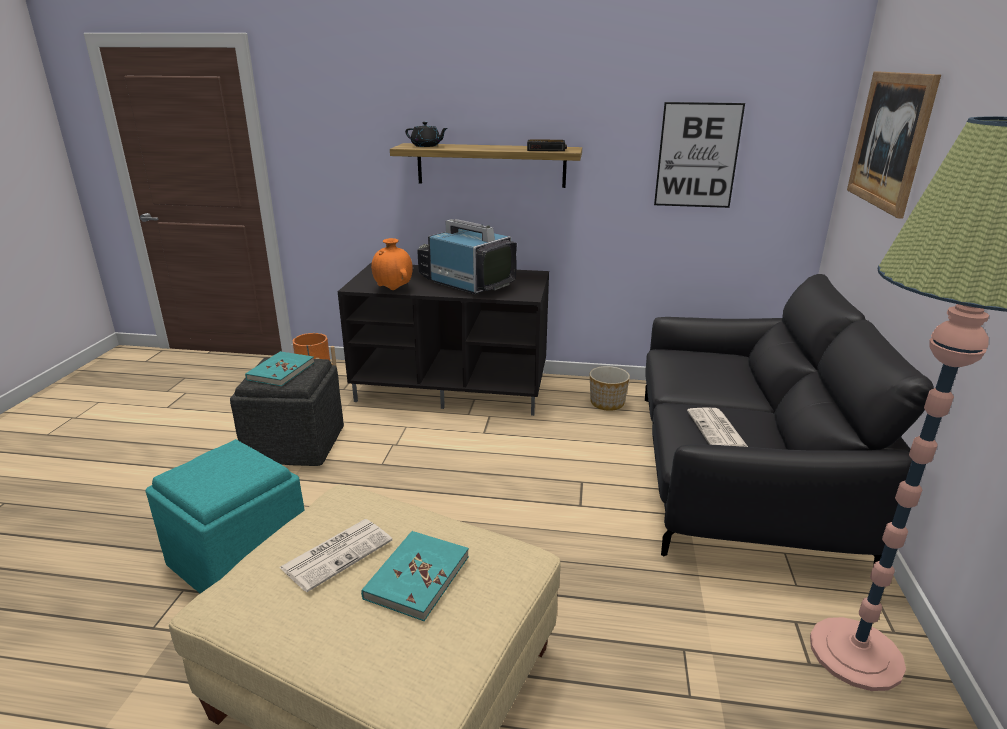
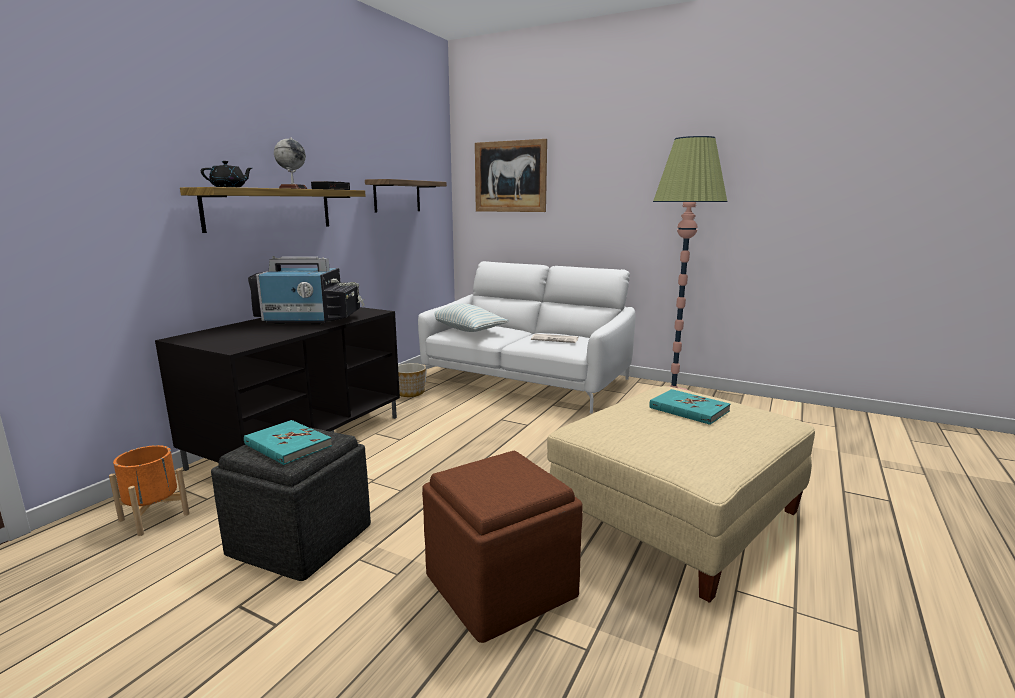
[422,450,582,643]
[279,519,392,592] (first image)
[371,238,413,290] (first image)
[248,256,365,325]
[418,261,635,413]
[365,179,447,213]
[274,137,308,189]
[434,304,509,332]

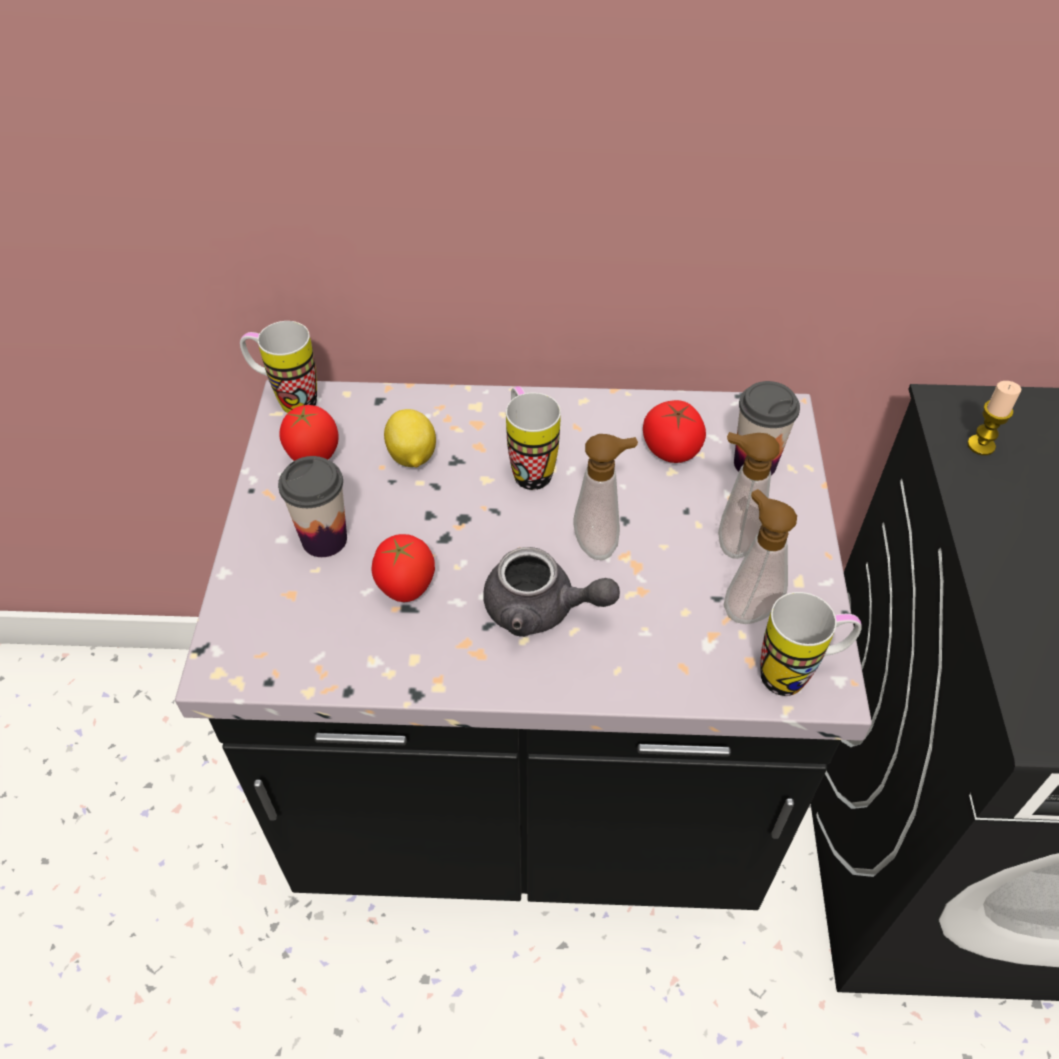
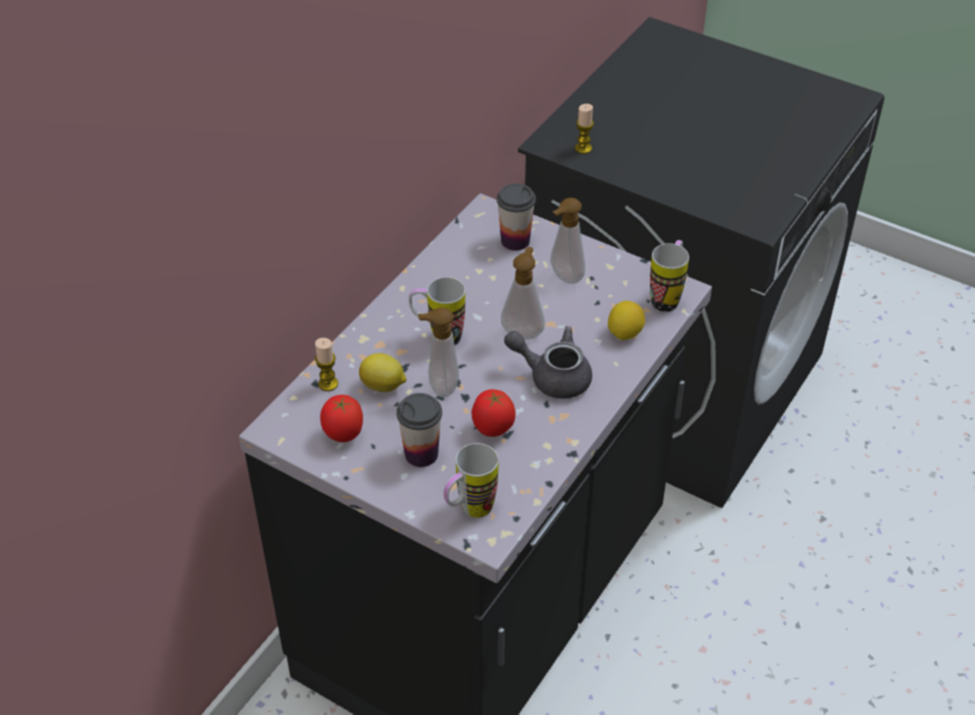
[444,443,498,518]
[504,326,592,399]
[643,400,706,463] (first image)
[418,307,459,398]
[315,338,338,391]
[608,301,645,340]

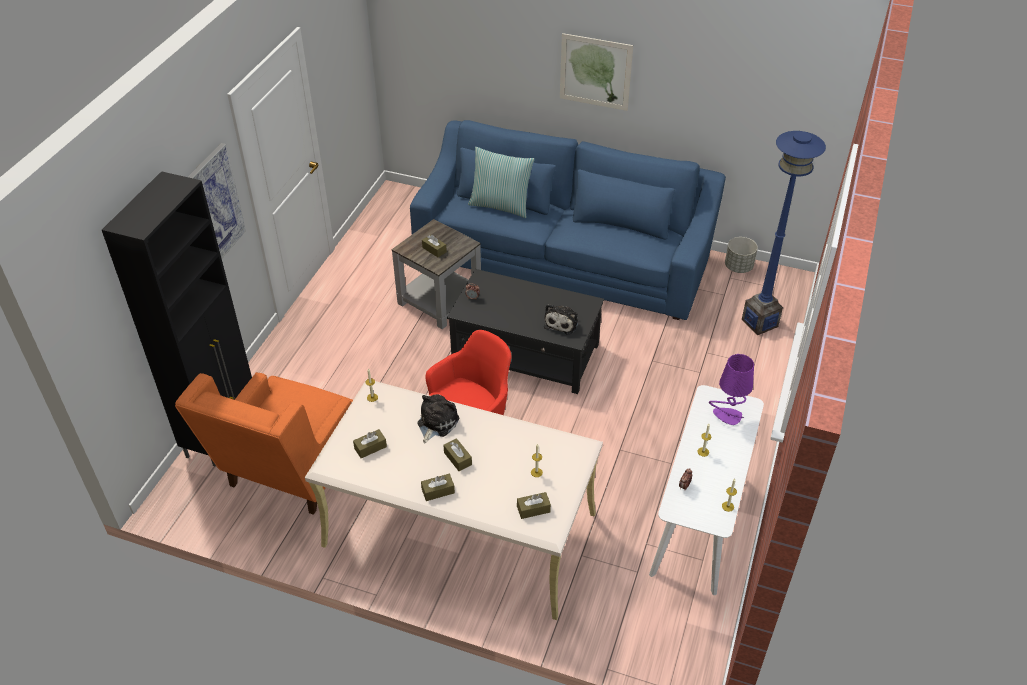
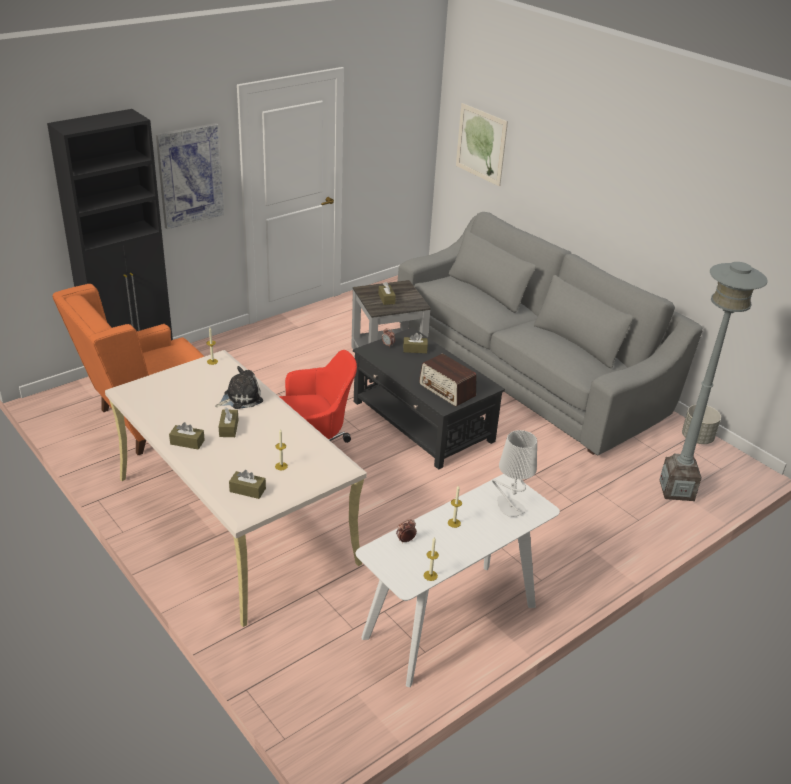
[403,333,428,353]
[398,212,703,455]
[468,147,535,218] (first image)
[419,354,477,406]
[456,103,508,186]
[492,430,537,517]
[660,262,768,501]

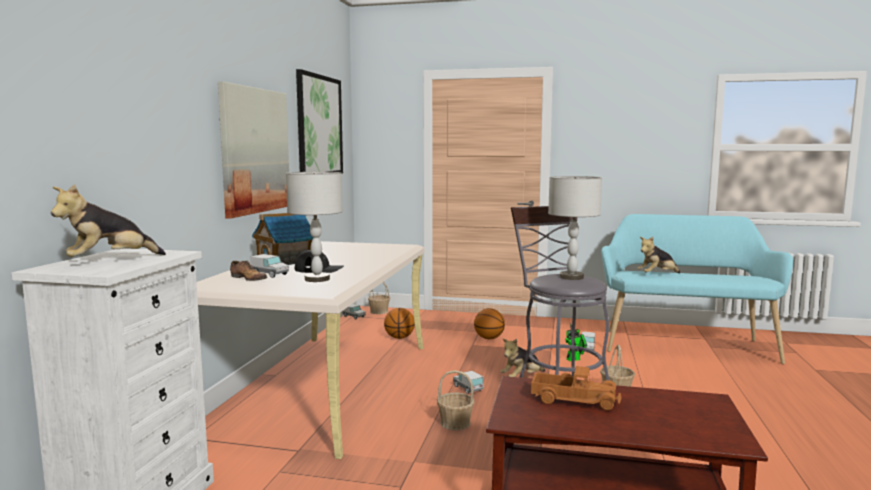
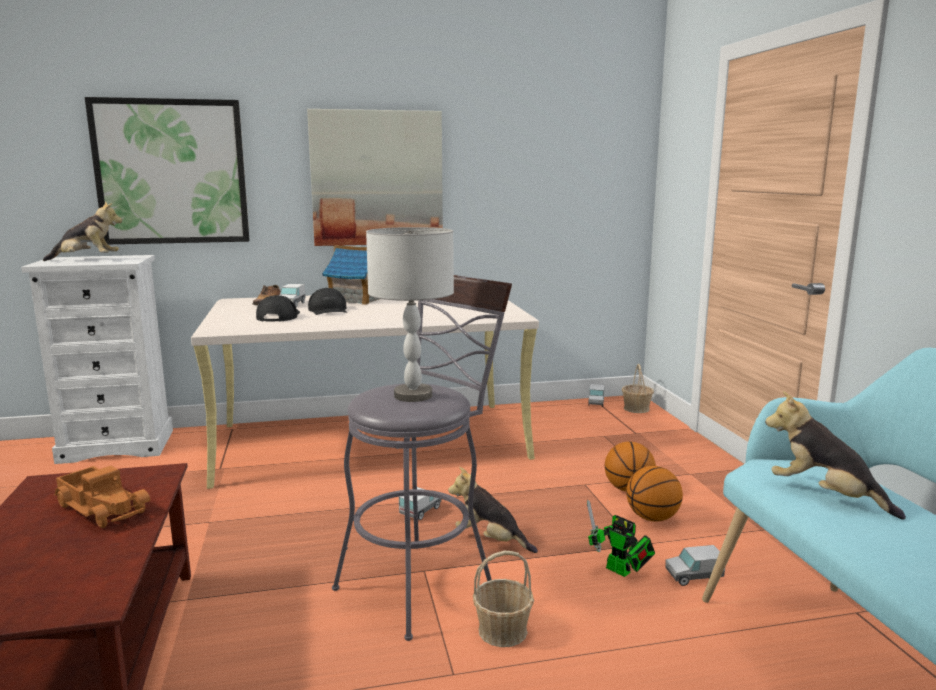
[43,201,122,261]
[256,295,300,322]
[85,97,249,244]
[626,466,683,522]
[437,370,474,430] (first image)
[54,466,150,528]

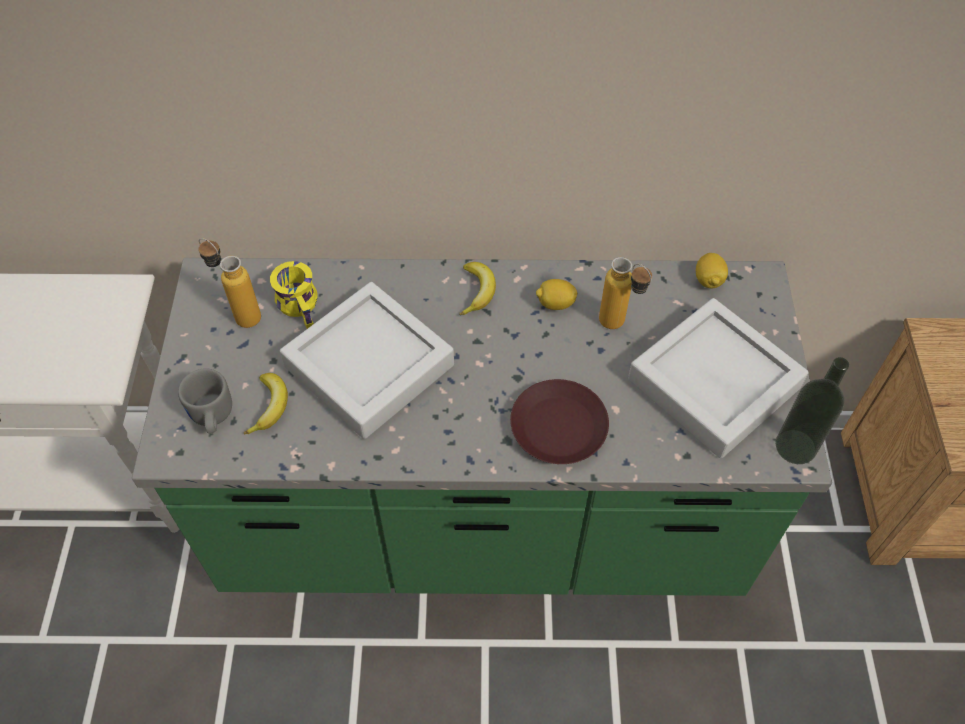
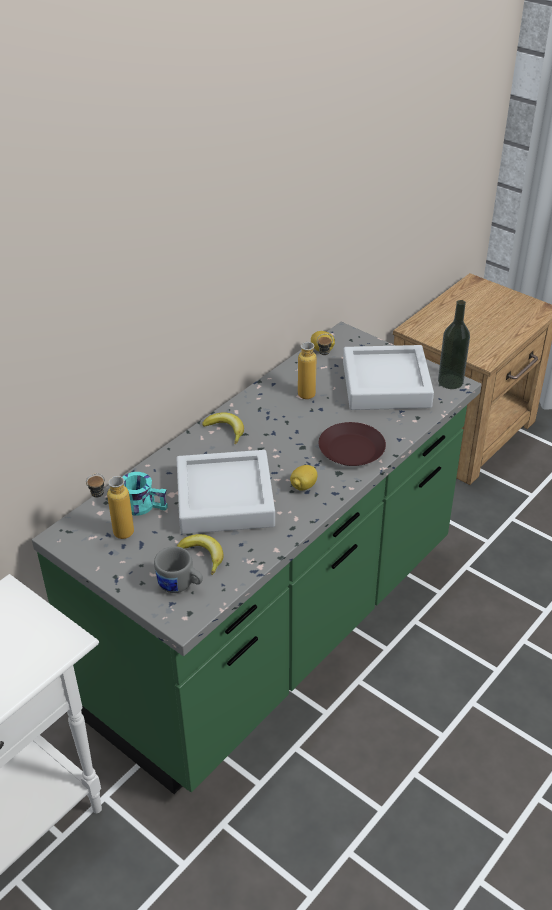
[123,472,168,516]
[290,465,317,490]

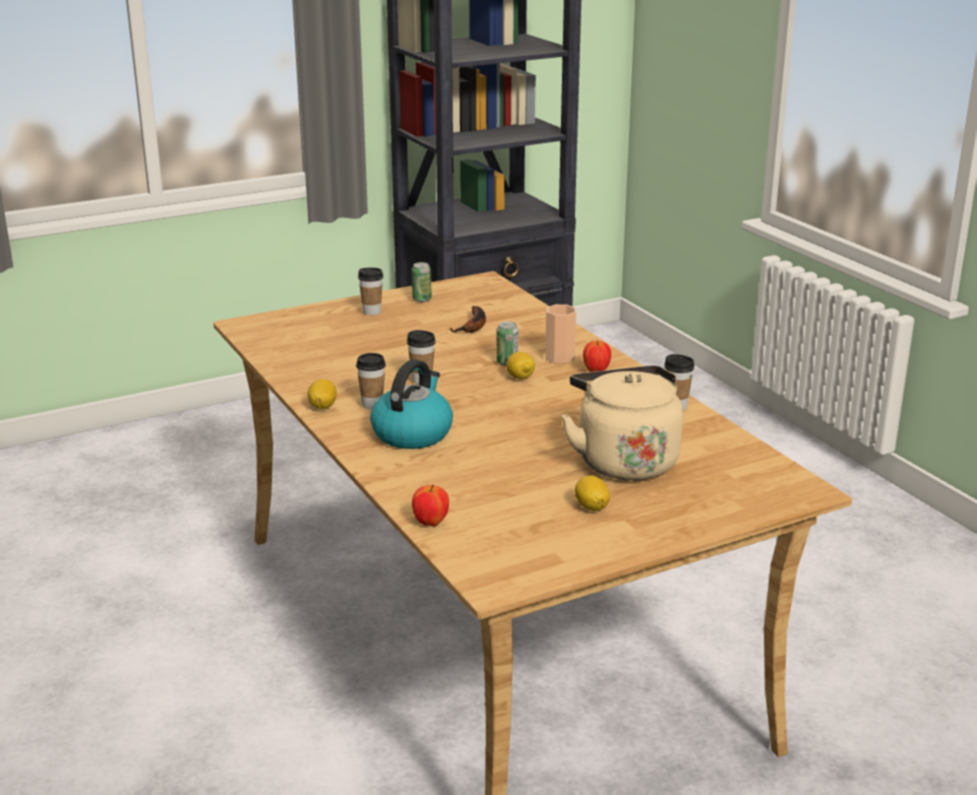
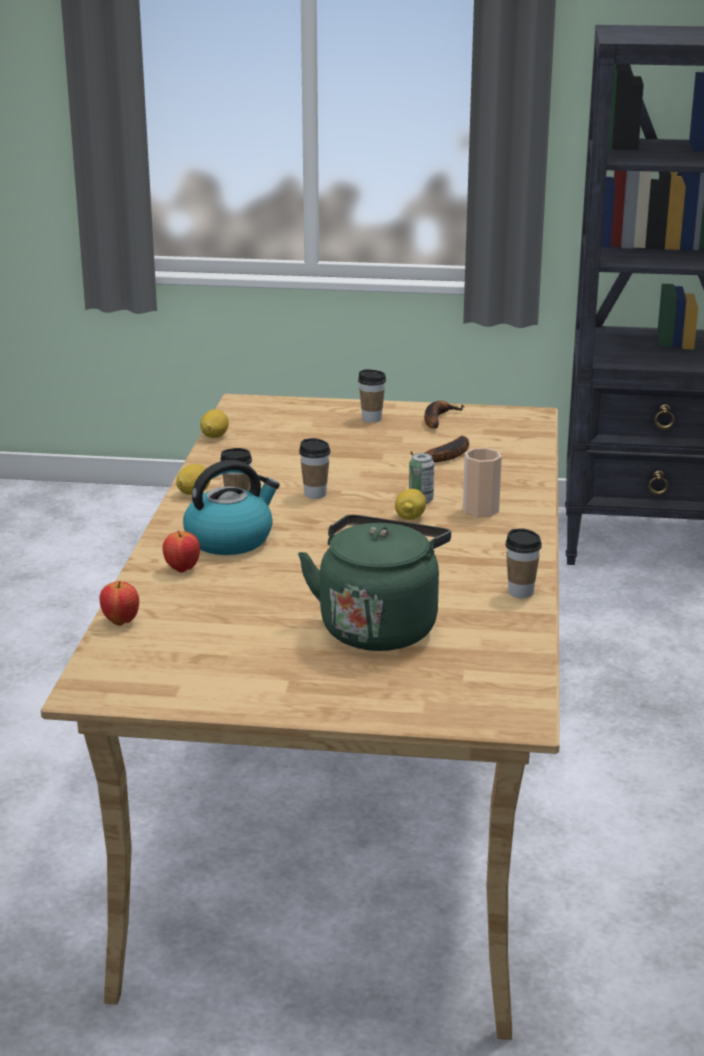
[424,401,464,428]
[298,515,451,651]
[200,409,229,438]
[162,530,200,572]

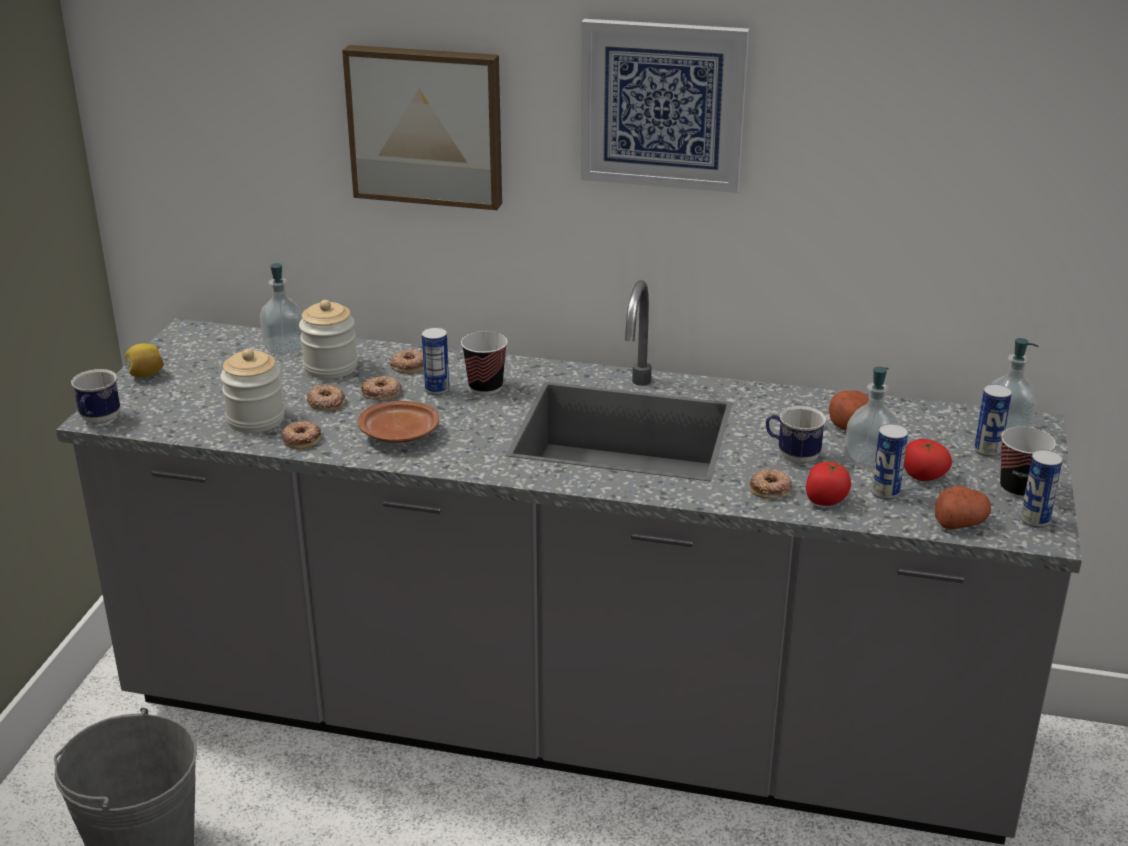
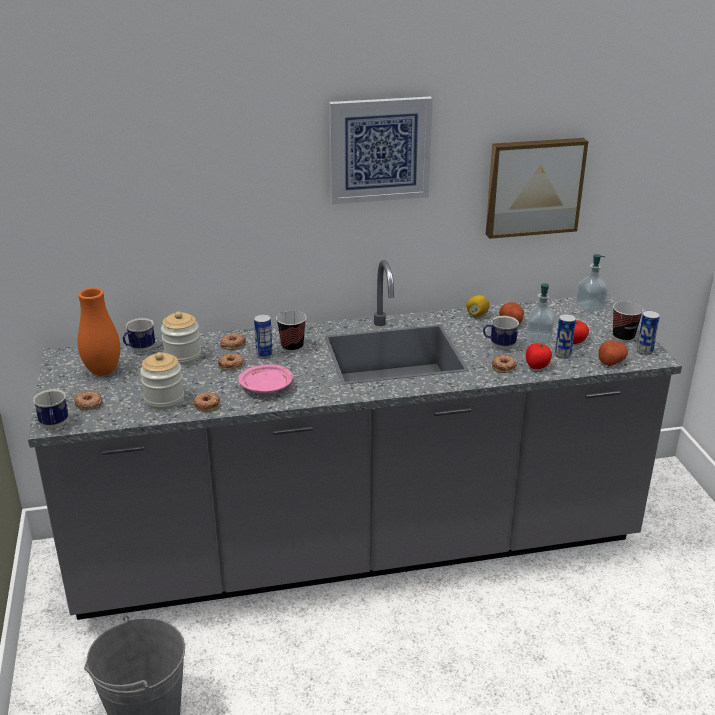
[467,295,489,317]
[123,318,155,353]
[74,391,102,410]
[486,138,588,239]
[238,364,293,393]
[974,384,1012,457] (first image)
[78,288,120,376]

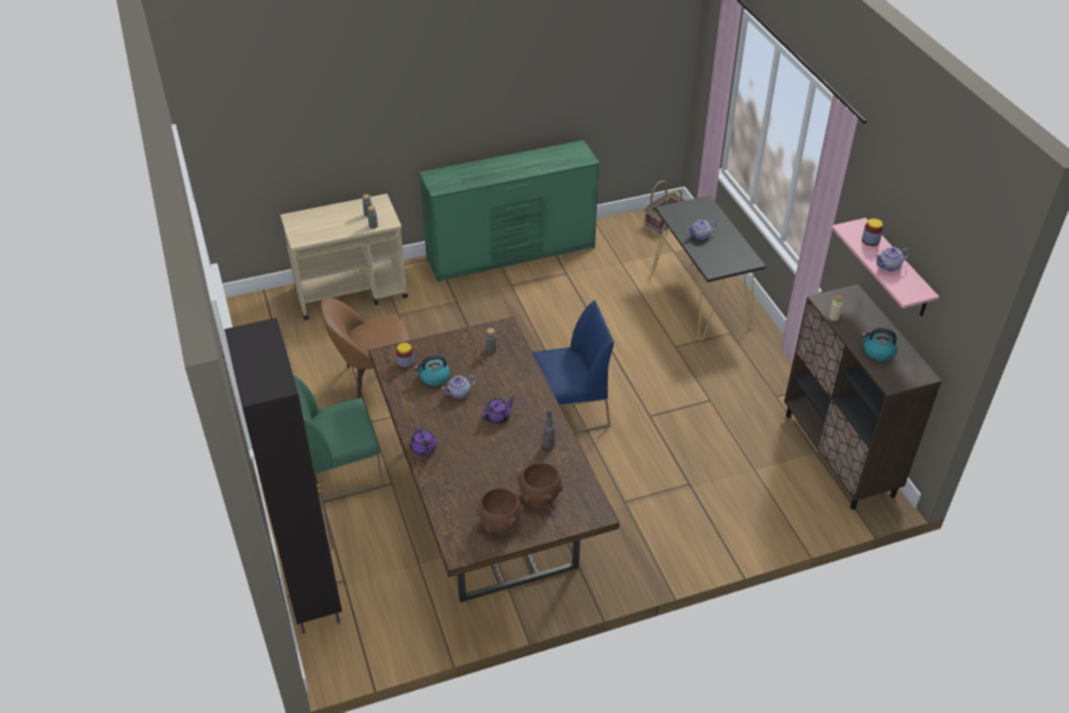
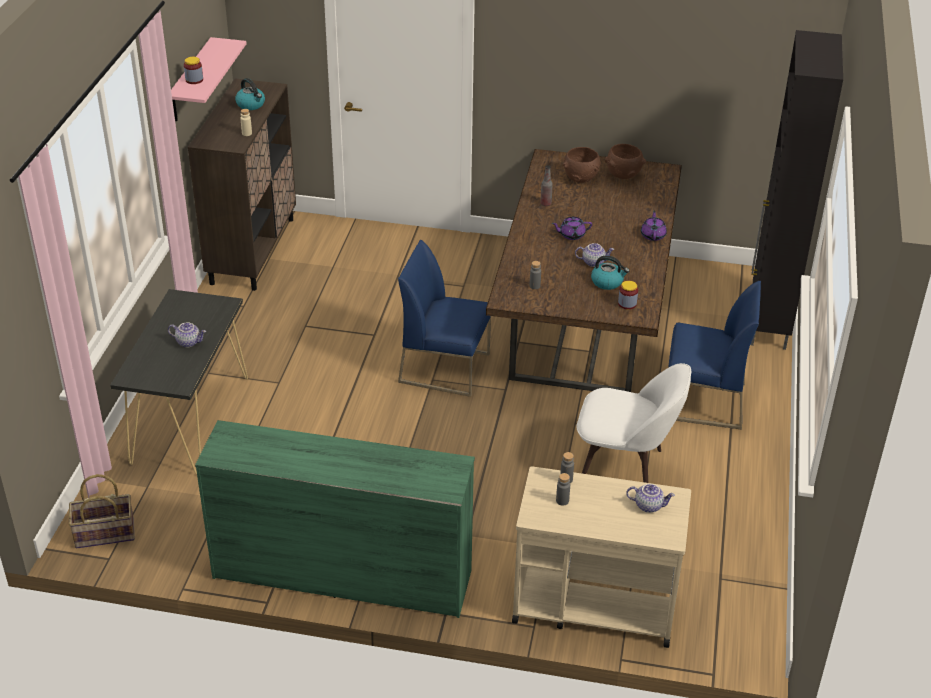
[668,281,761,430]
[576,363,691,483]
[626,484,675,513]

